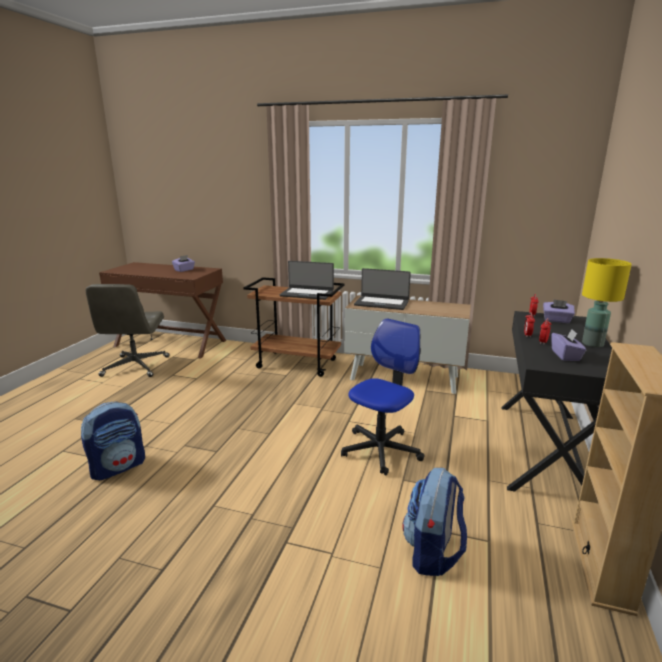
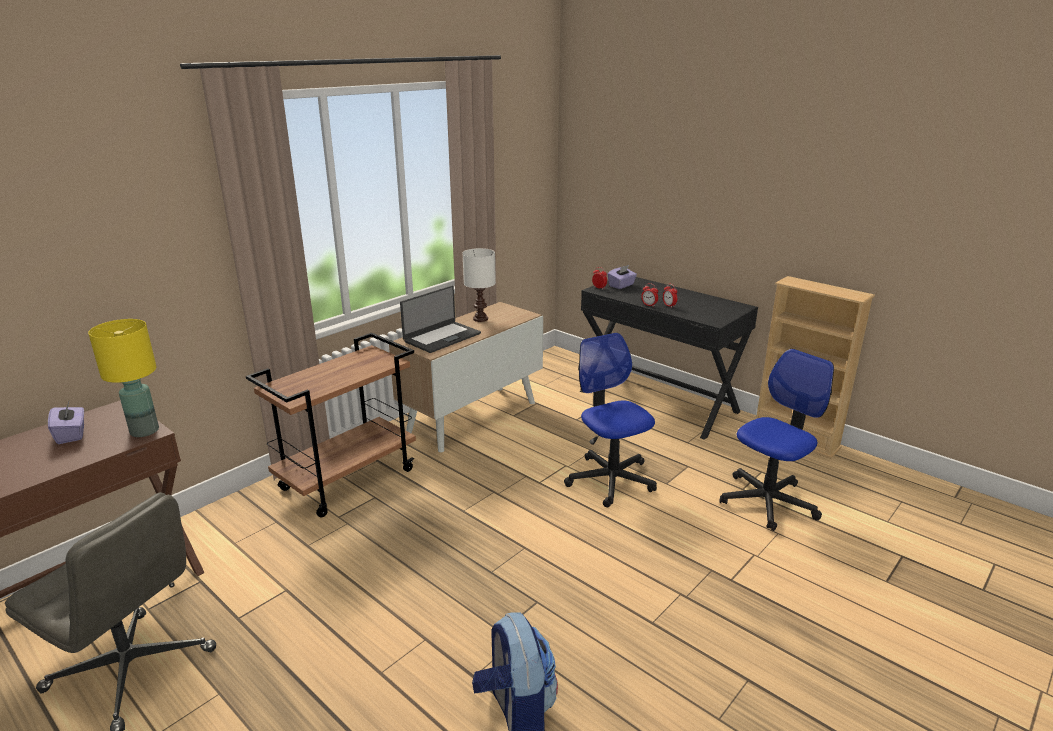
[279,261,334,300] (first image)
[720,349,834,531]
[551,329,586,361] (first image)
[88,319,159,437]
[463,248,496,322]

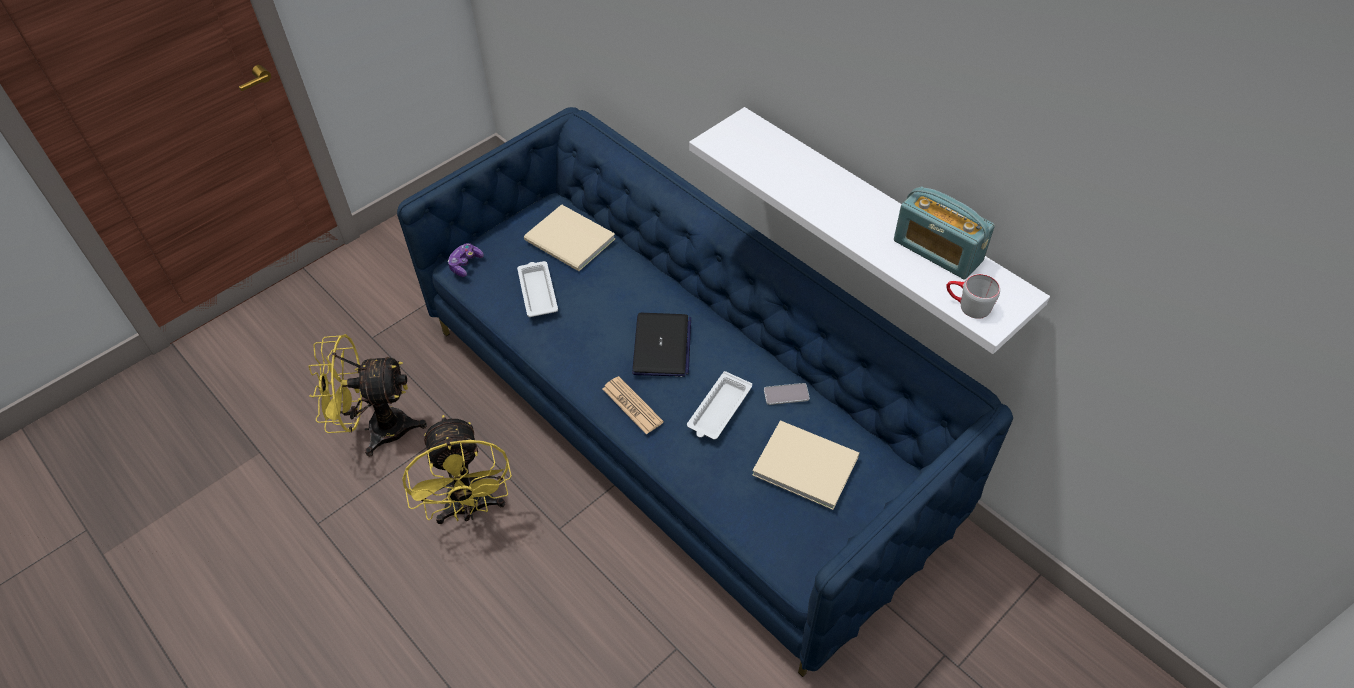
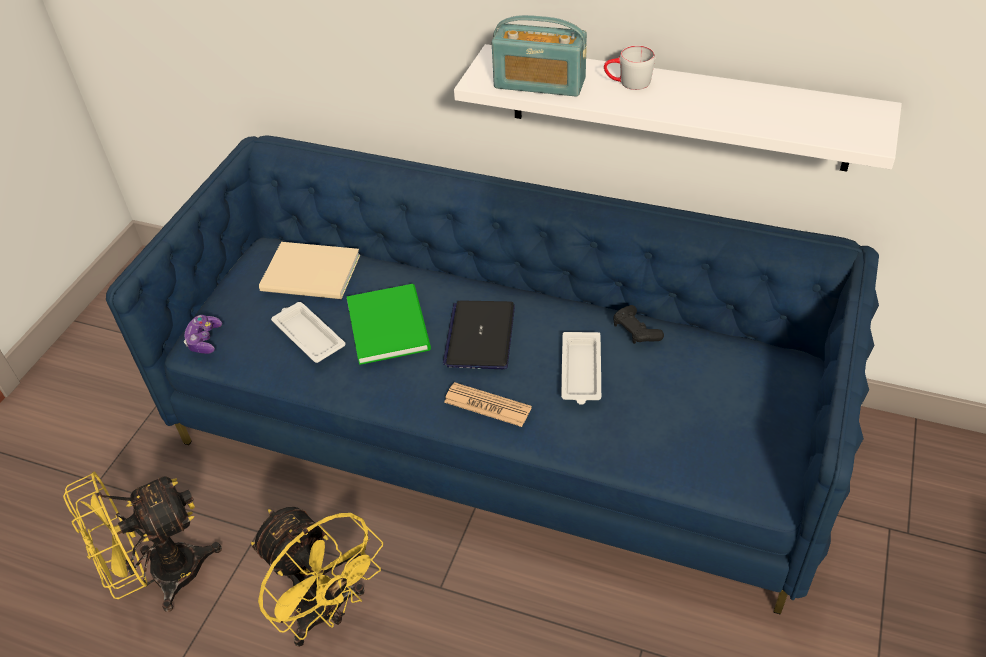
[443,301,515,369]
[752,420,860,510] (first image)
[614,305,664,344]
[492,15,587,97]
[604,45,655,90]
[346,284,431,365]

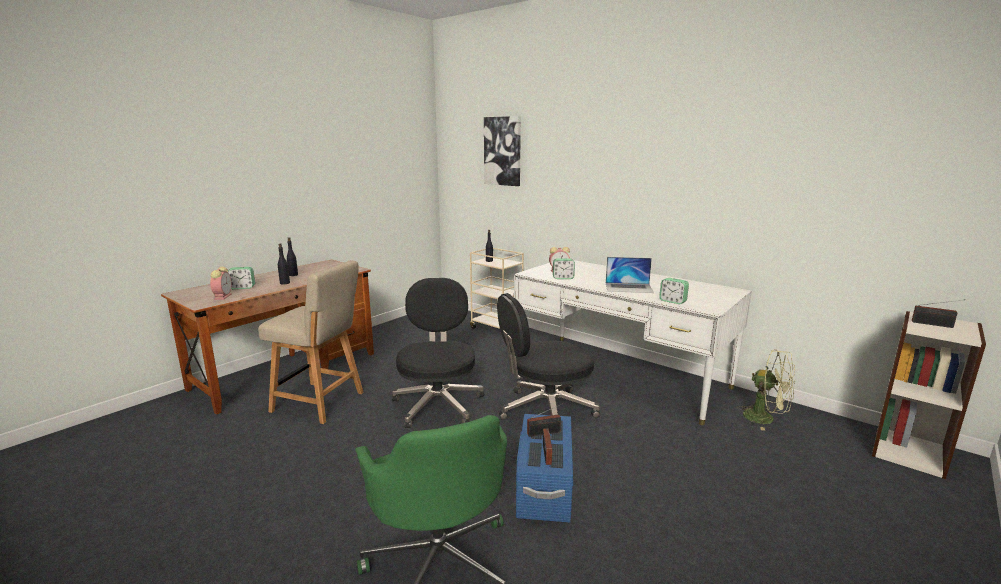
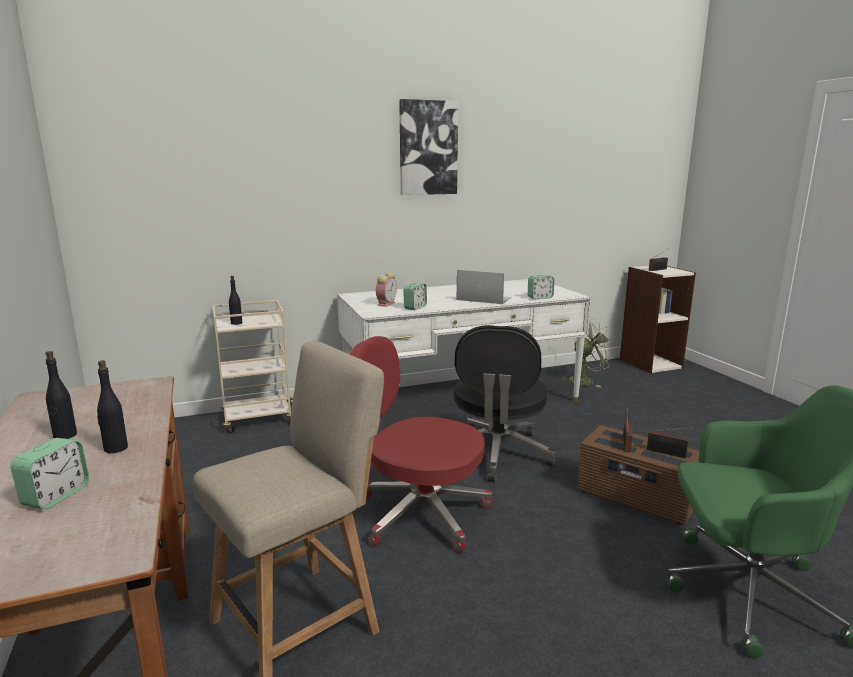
[210,267,232,300] (first image)
[349,336,492,553]
[399,99,458,195]
[577,425,699,525]
[457,270,511,304]

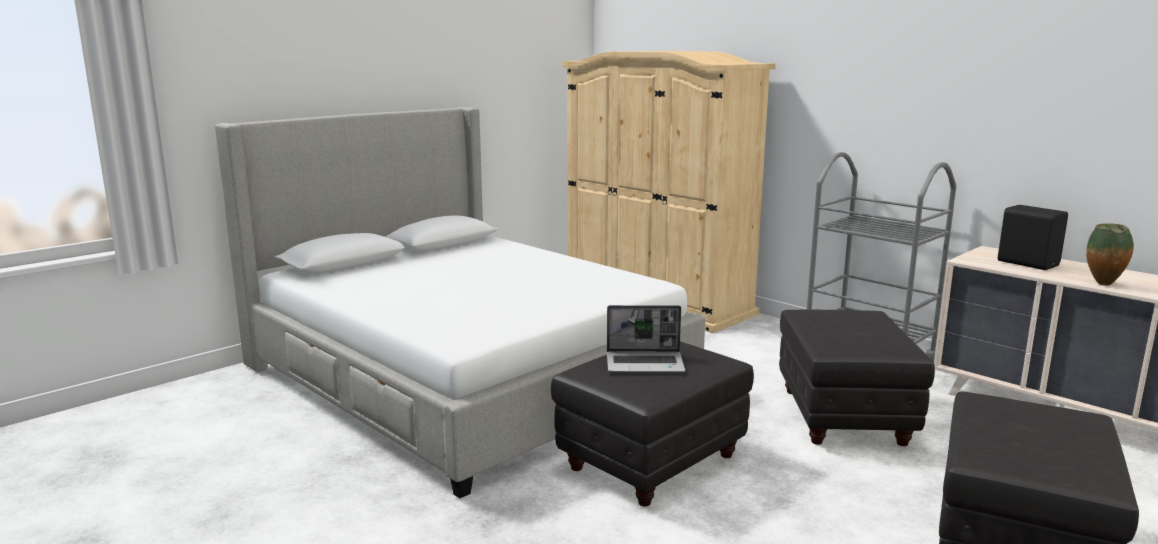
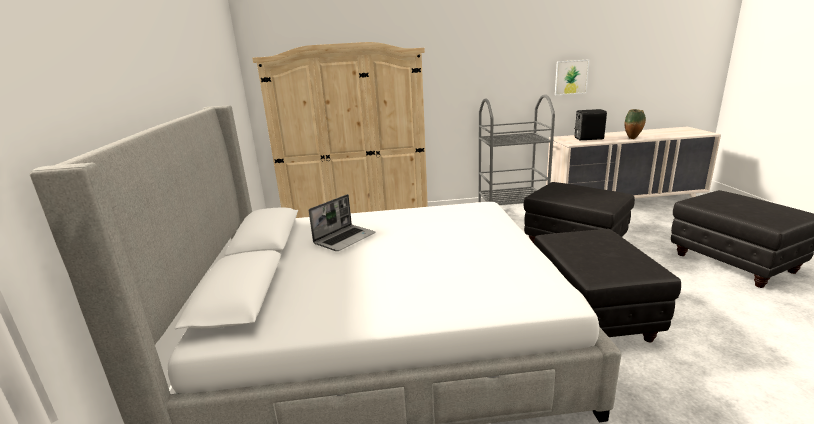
[309,194,376,251]
[555,59,589,95]

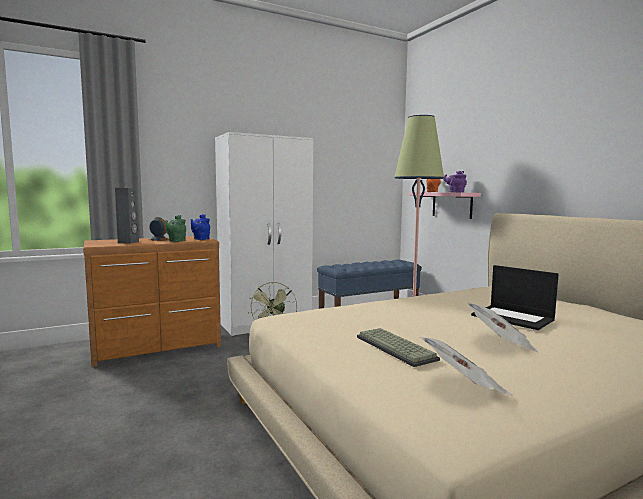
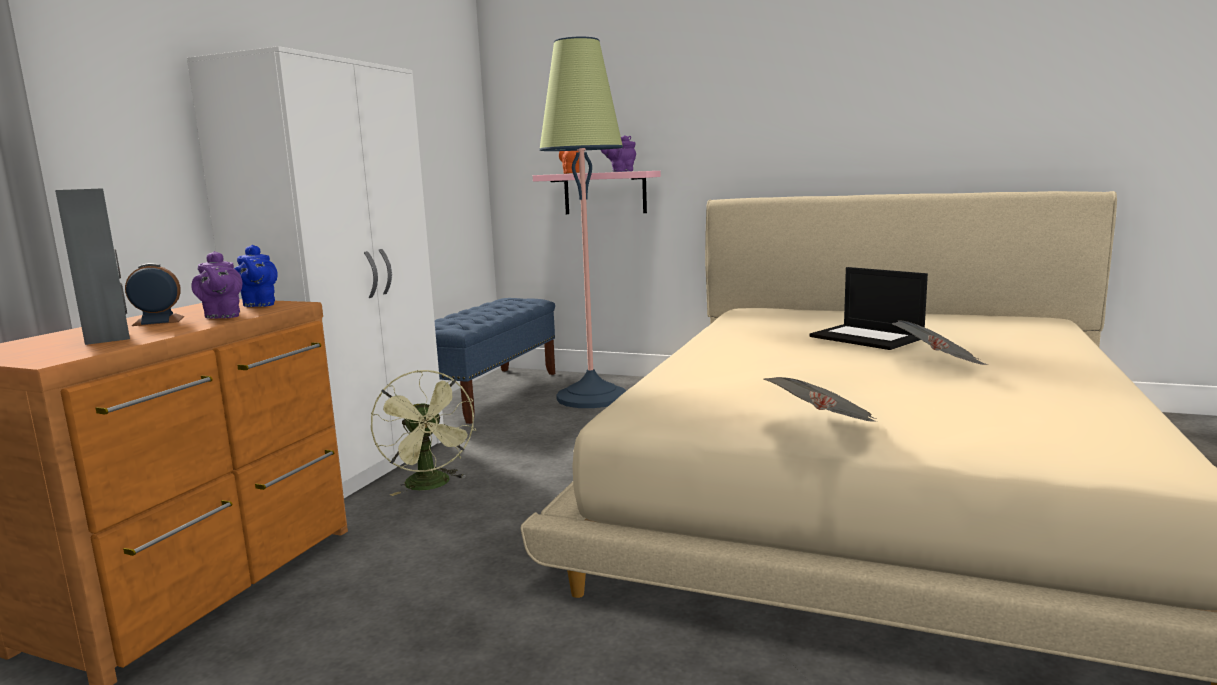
[191,251,242,319]
[357,328,440,367] (first image)
[764,377,876,421]
[810,267,928,350]

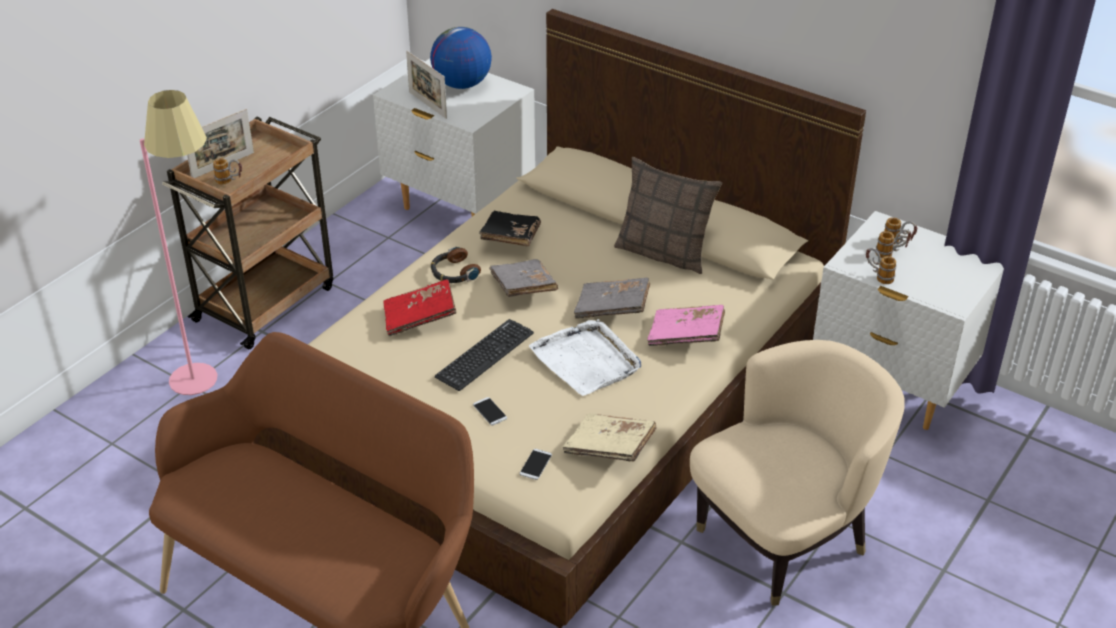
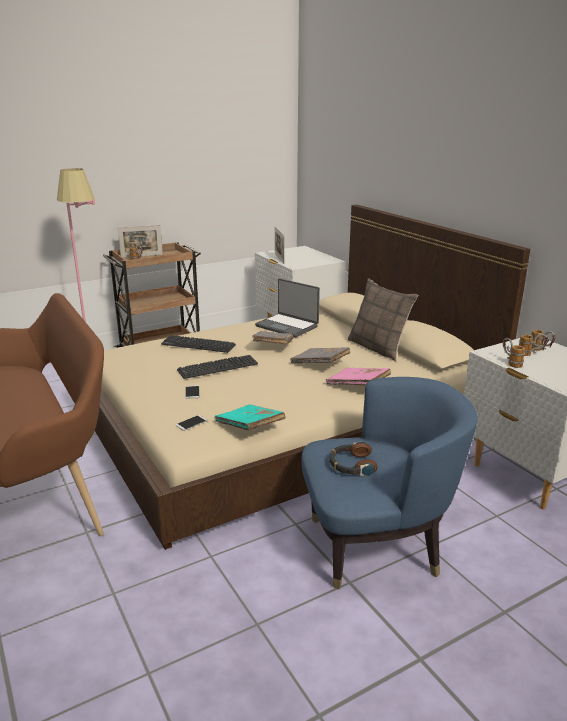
[161,335,236,353]
[430,27,492,89] (first image)
[329,441,378,476]
[255,279,320,338]
[529,319,641,396] (first image)
[214,405,286,431]
[301,377,478,589]

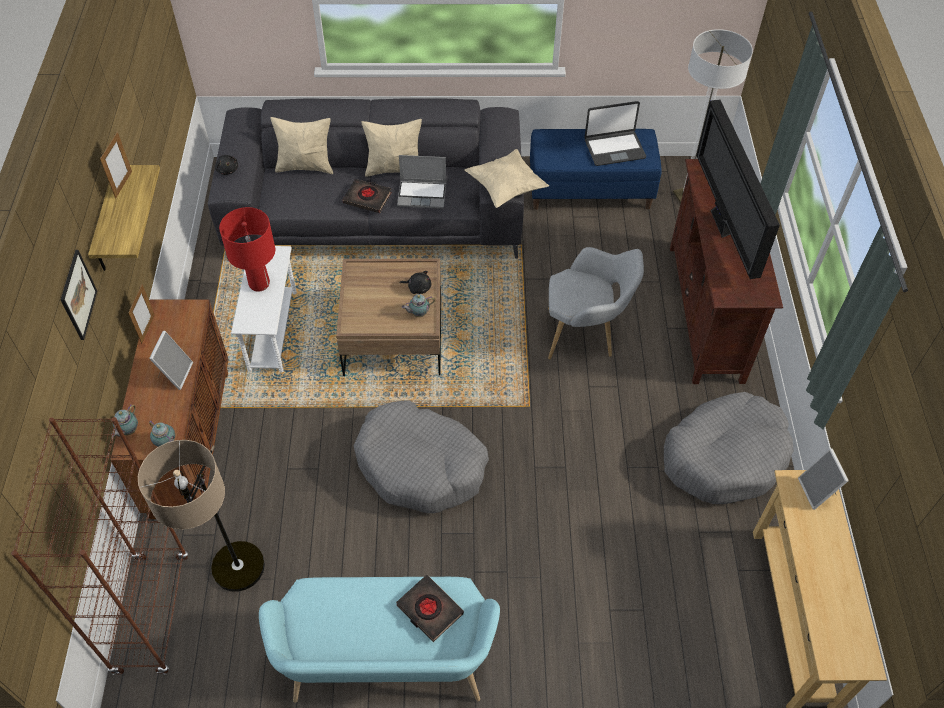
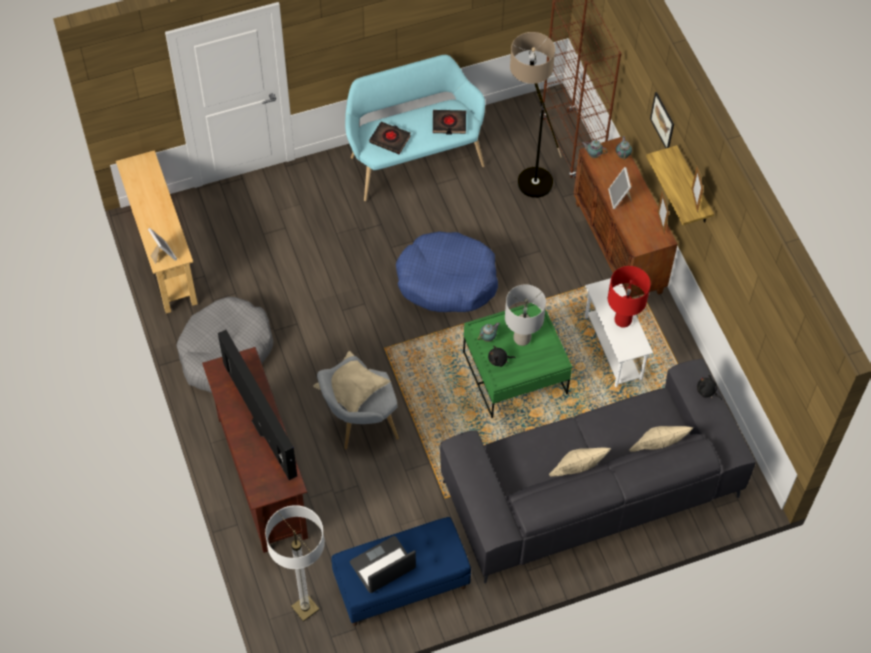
[463,303,572,418]
[433,110,466,135]
[396,231,498,312]
[397,155,446,209] (first image)
[313,351,390,412]
[505,284,546,346]

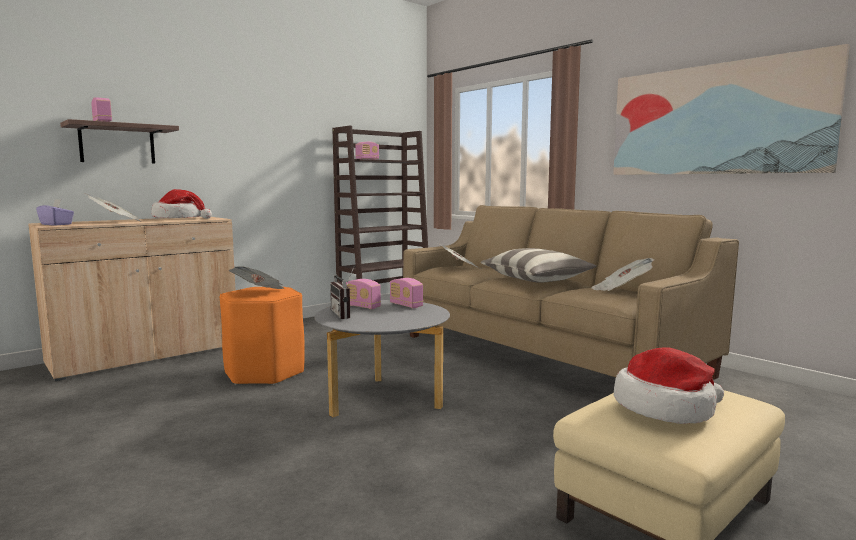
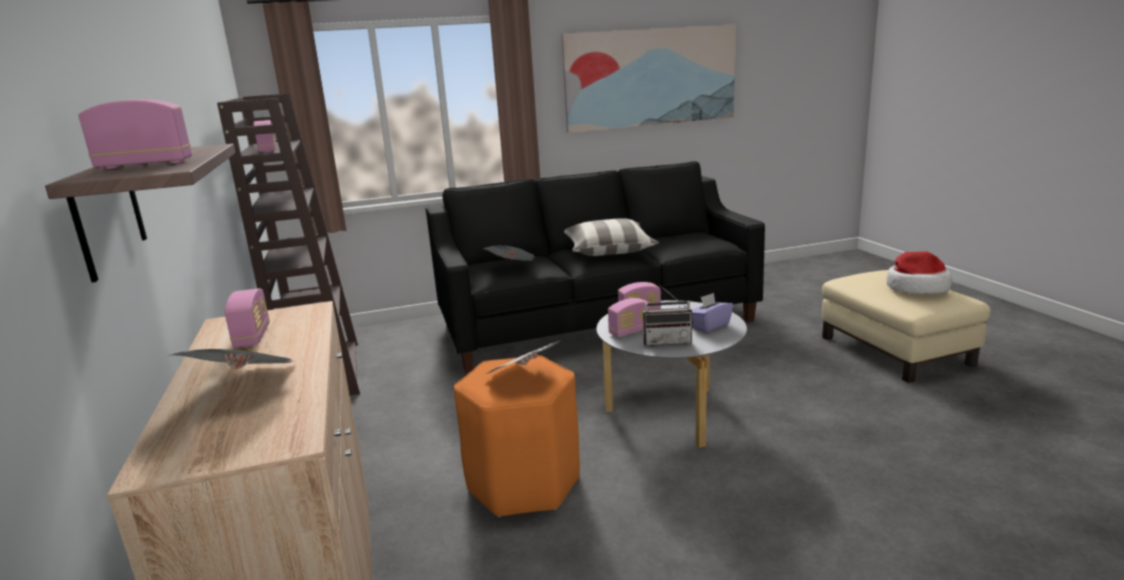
[692,293,733,332]
[224,288,270,347]
[426,161,765,373]
[591,258,654,291] (first image)

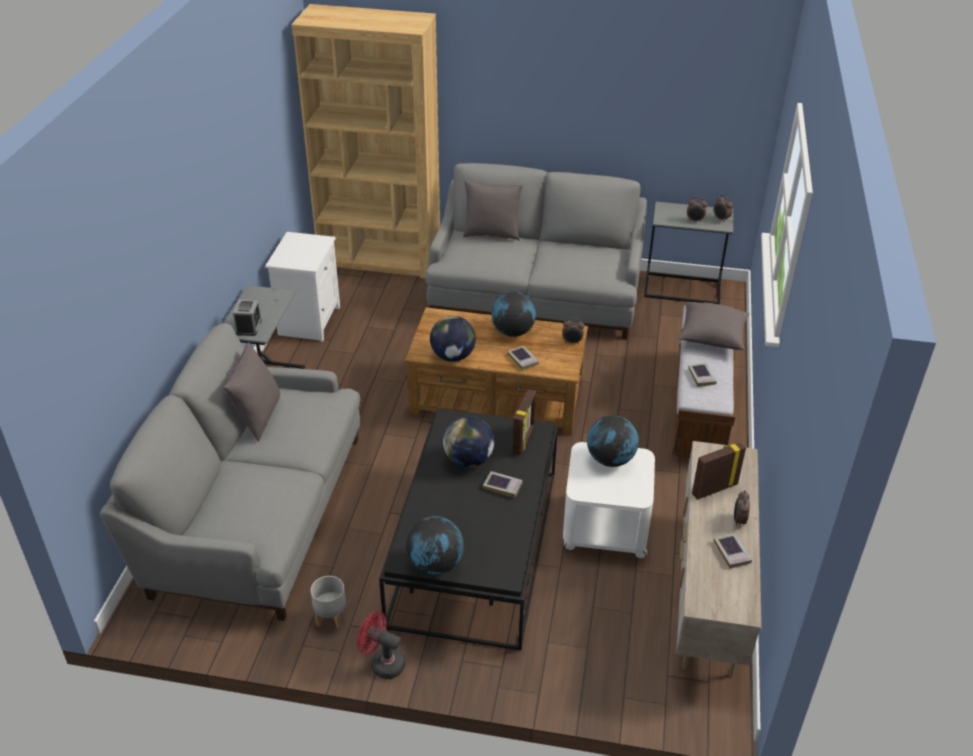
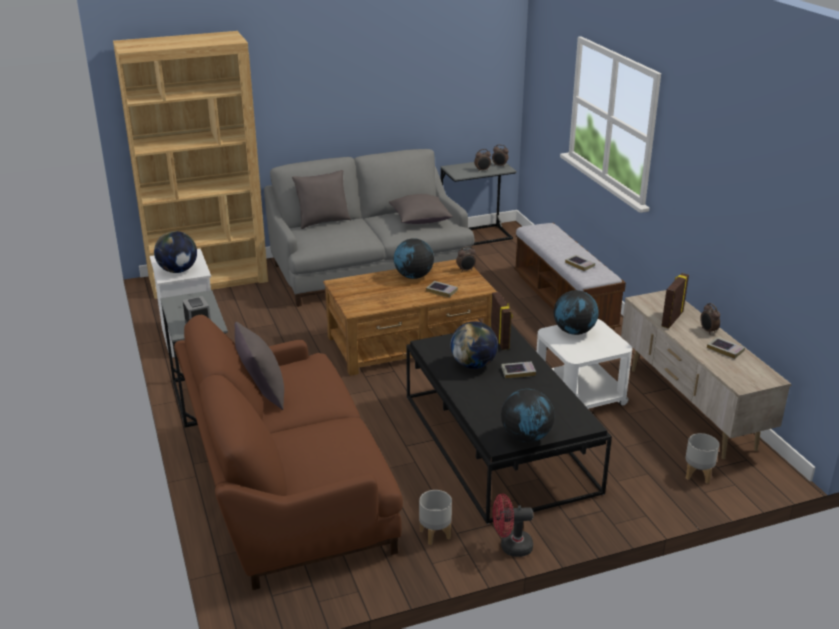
[174,315,403,590]
[154,231,197,273]
[389,194,453,224]
[685,433,719,484]

